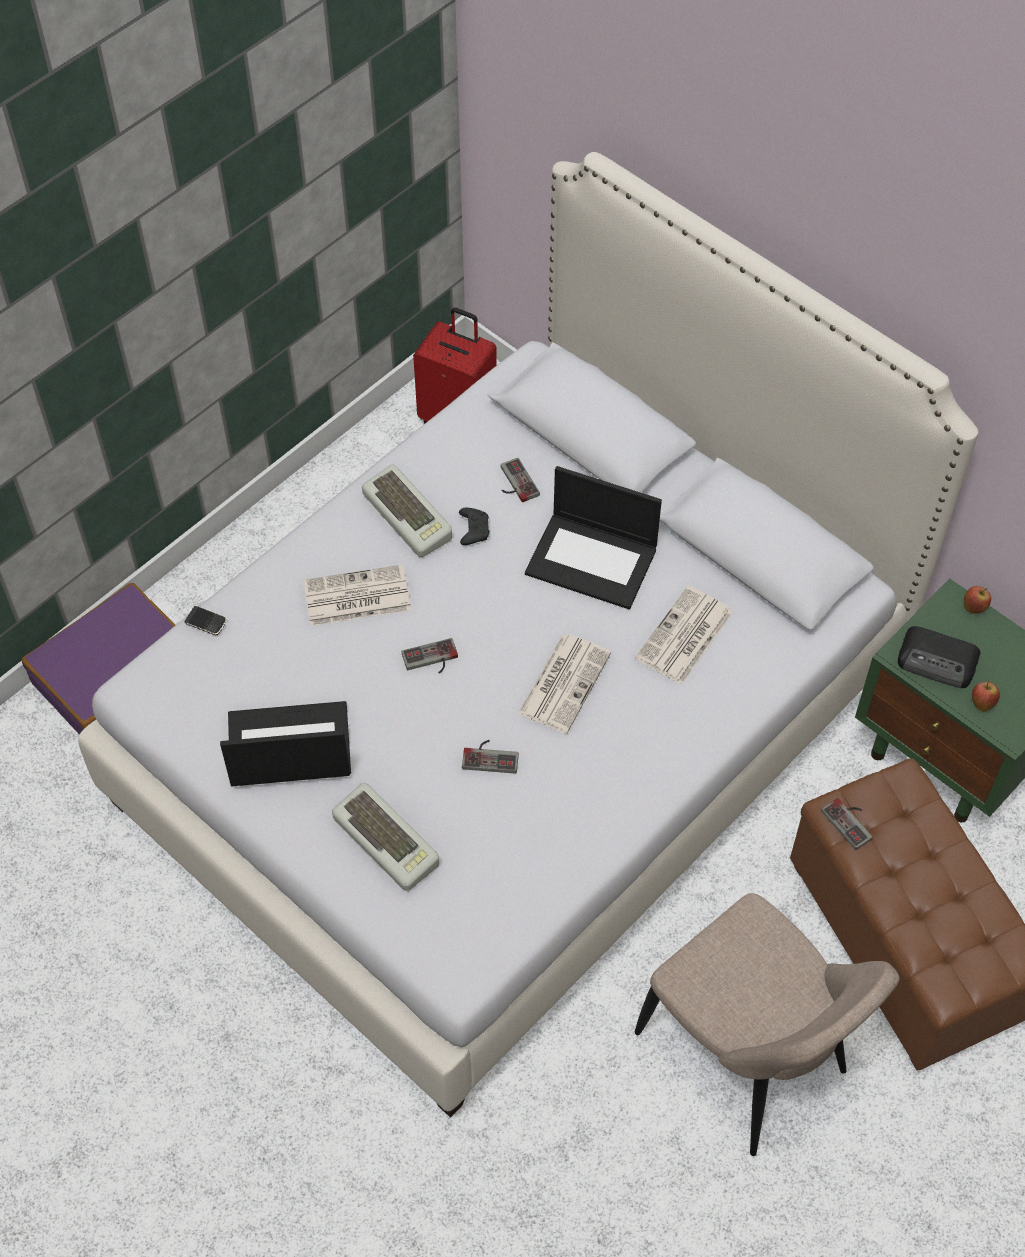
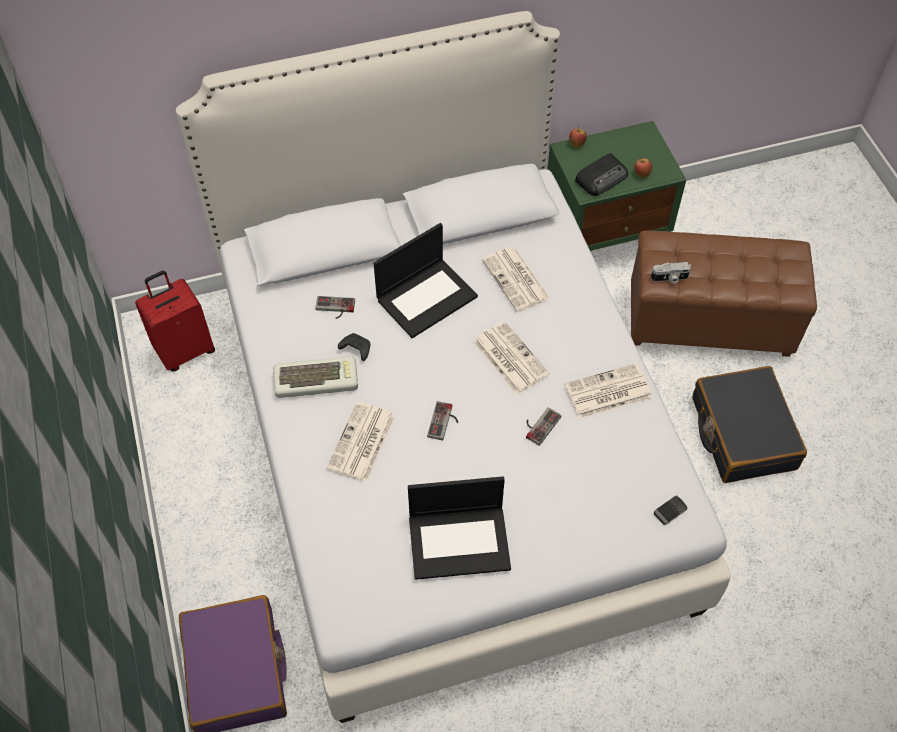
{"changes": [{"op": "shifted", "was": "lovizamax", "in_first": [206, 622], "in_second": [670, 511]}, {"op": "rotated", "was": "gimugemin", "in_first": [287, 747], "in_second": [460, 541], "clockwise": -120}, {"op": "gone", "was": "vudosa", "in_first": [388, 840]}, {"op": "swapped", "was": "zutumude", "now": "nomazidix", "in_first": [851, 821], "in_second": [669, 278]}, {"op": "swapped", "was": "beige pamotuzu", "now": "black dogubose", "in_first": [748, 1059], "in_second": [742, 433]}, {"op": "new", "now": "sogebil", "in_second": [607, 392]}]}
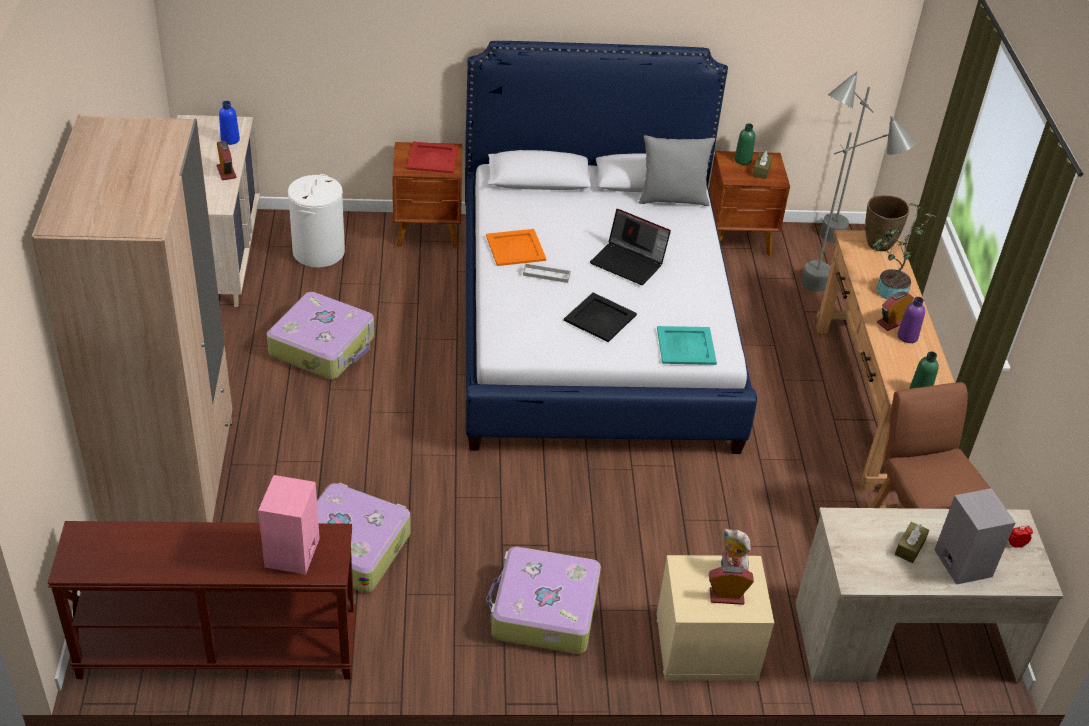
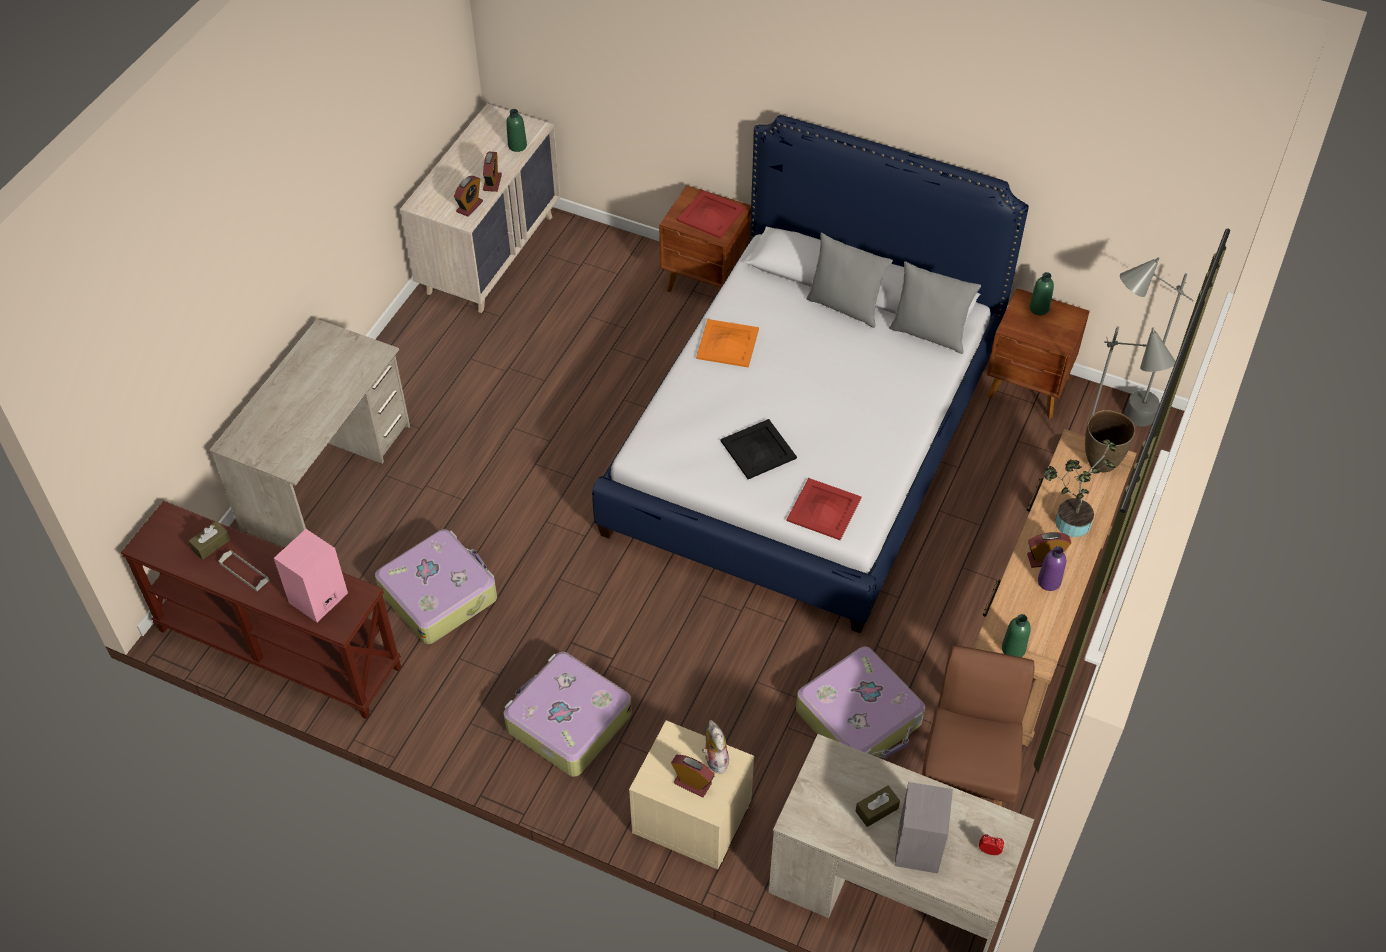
{"changes": [{"op": "repainted", "was": "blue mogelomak", "now": "green mogelomak", "in_first": [230, 140], "in_second": [517, 146]}, {"op": "swapped", "was": "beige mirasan", "now": "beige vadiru", "in_first": [172, 483], "in_second": [327, 477]}, {"op": "shifted", "was": "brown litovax", "in_first": [761, 170], "in_second": [211, 544]}, {"op": "gone", "was": "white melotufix", "in_first": [318, 252]}, {"op": "gone", "was": "gimugemin", "in_first": [629, 263]}, {"op": "shifted", "was": "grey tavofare", "in_first": [546, 274], "in_second": [244, 572]}, {"op": "shifted", "was": "dogubose", "in_first": [323, 346], "in_second": [860, 717]}, {"op": "repainted", "was": "turquoise tavofare", "now": "red tavofare", "in_first": [685, 345], "in_second": [823, 509]}, {"op": "new", "now": "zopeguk", "in_second": [469, 206]}, {"op": "new", "now": "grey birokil", "in_second": [845, 306]}]}
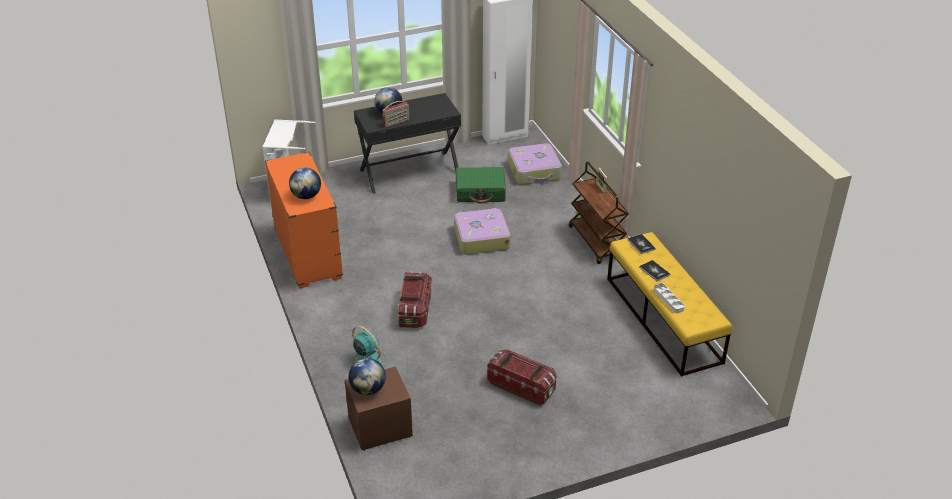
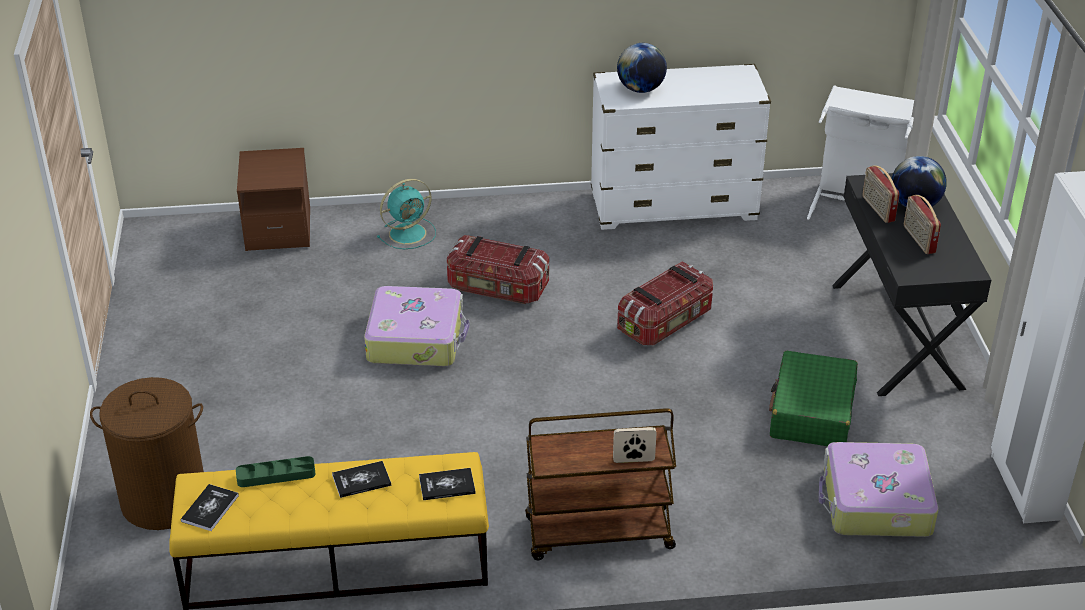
{"changes": [{"op": "repainted", "was": "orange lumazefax", "now": "white lumazefax", "in_first": [308, 254], "in_second": [674, 206]}, {"op": "shifted", "was": "dogubose", "in_first": [481, 238], "in_second": [416, 338]}, {"op": "repainted", "was": "white tavofare", "now": "green tavofare", "in_first": [668, 300], "in_second": [276, 475]}, {"op": "shifted", "was": "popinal", "in_first": [521, 386], "in_second": [666, 322]}, {"op": "gone", "was": "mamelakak", "in_first": [368, 389]}, {"op": "new", "now": "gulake", "in_second": [918, 239]}, {"op": "new", "now": "brown melotufix", "in_second": [164, 500]}, {"op": "new", "now": "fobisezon", "in_second": [210, 508]}]}
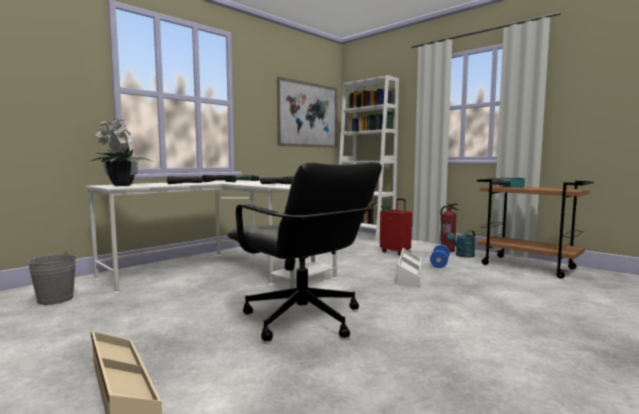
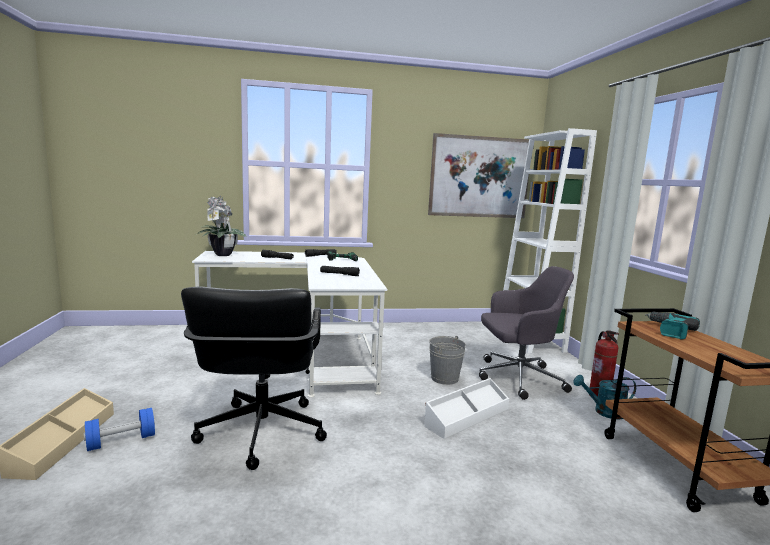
{"changes": [{"op": "swapped", "was": "red dogubose", "now": "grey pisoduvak", "in_first": [396, 252], "in_second": [517, 378]}, {"op": "shifted", "was": "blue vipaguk", "in_first": [439, 264], "in_second": [121, 441]}, {"op": "shifted", "was": "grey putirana", "in_first": [55, 299], "in_second": [444, 378]}]}
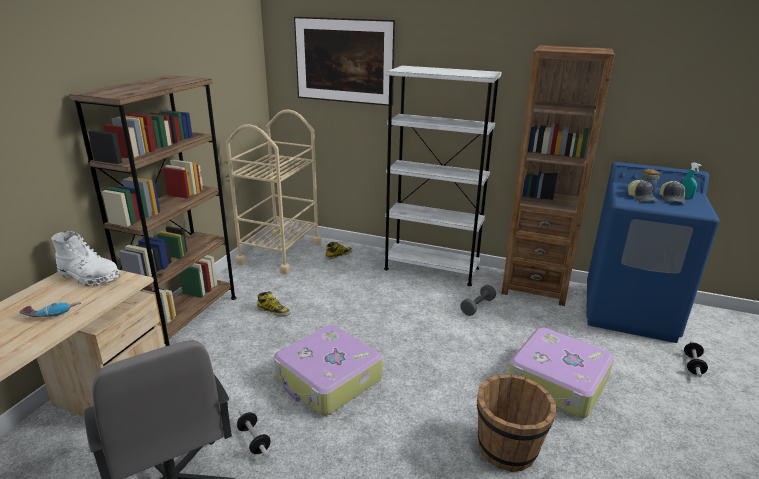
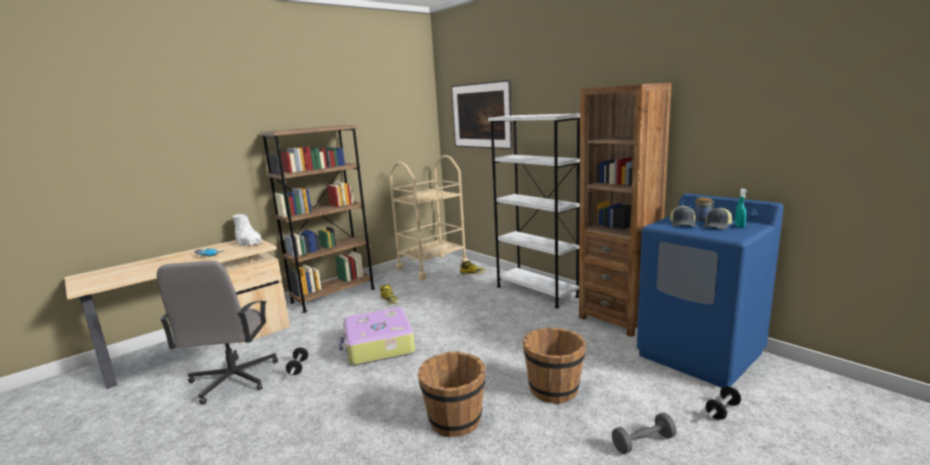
{"changes": [{"op": "shifted", "was": "grey vipaguk", "in_first": [477, 306], "in_second": [643, 442]}, {"op": "swapped", "was": "dogubose", "now": "brown putirana", "in_first": [558, 382], "in_second": [554, 389]}]}
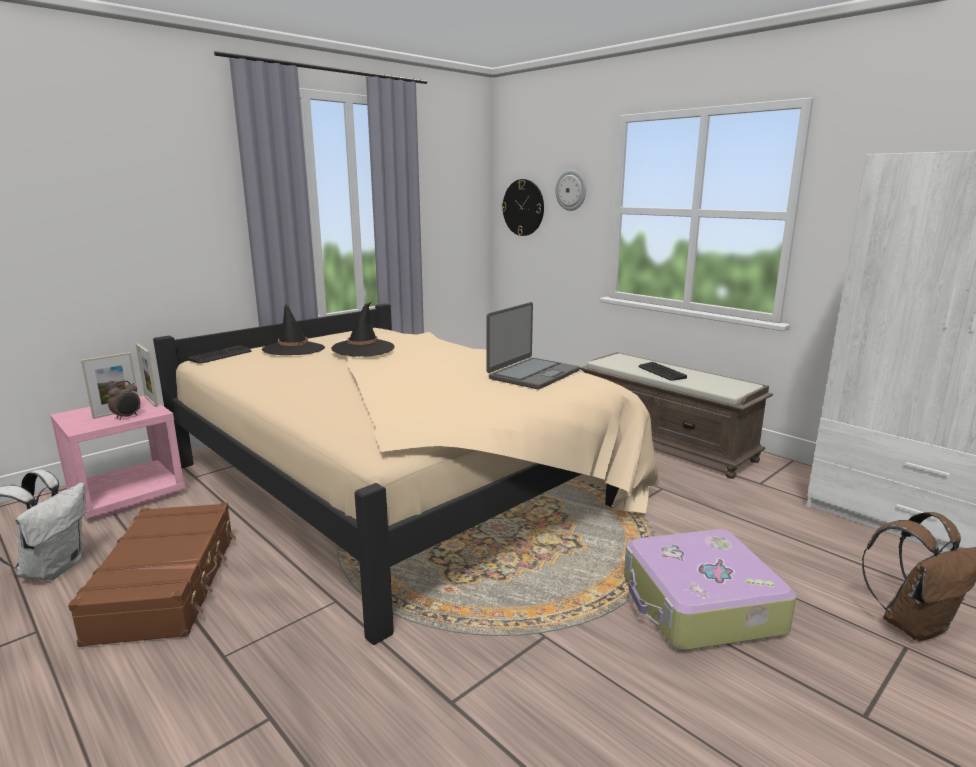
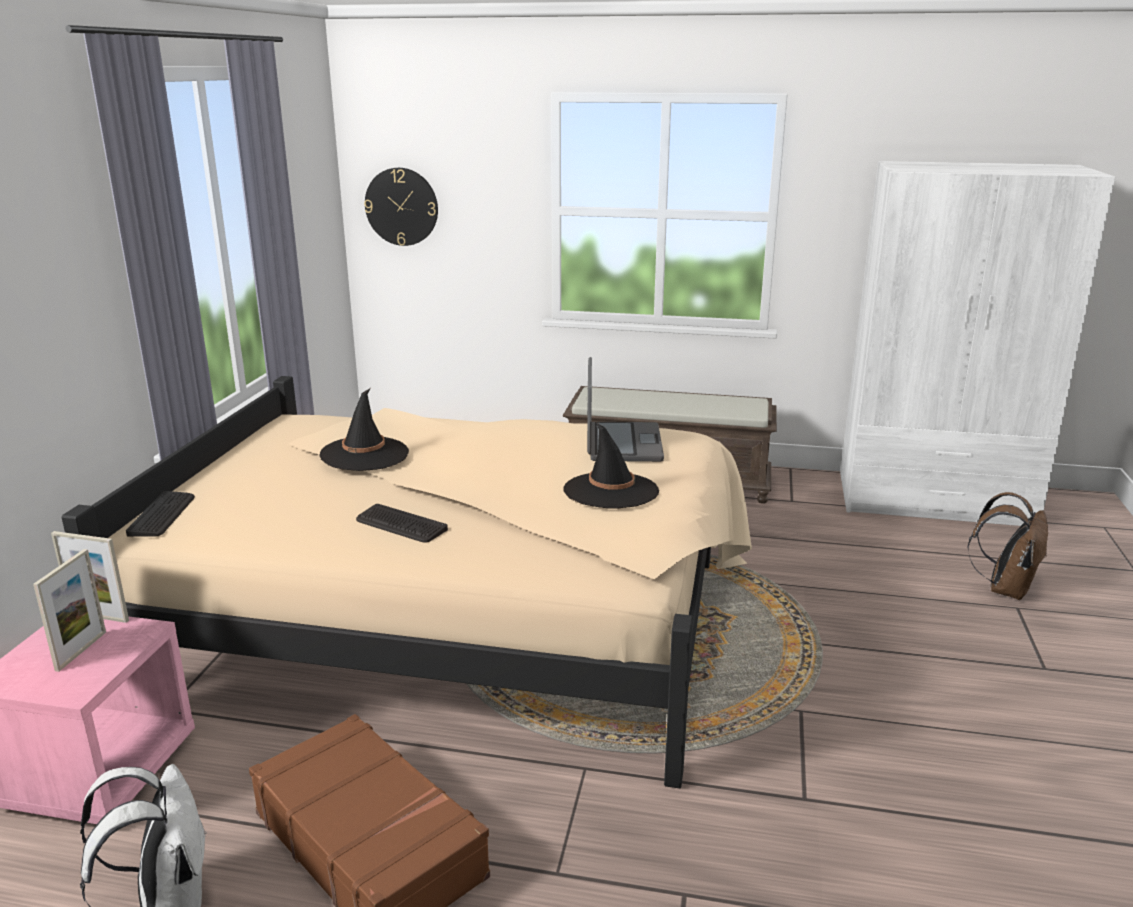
{"changes": [{"op": "gone", "was": "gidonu", "in_first": [571, 190]}, {"op": "shifted", "was": "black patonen", "in_first": [293, 349], "in_second": [611, 491]}, {"op": "shifted", "was": "vudosa", "in_first": [661, 372], "in_second": [400, 525]}, {"op": "gone", "was": "zopeguk", "in_first": [127, 417]}, {"op": "gone", "was": "dogubose", "in_first": [700, 605]}]}
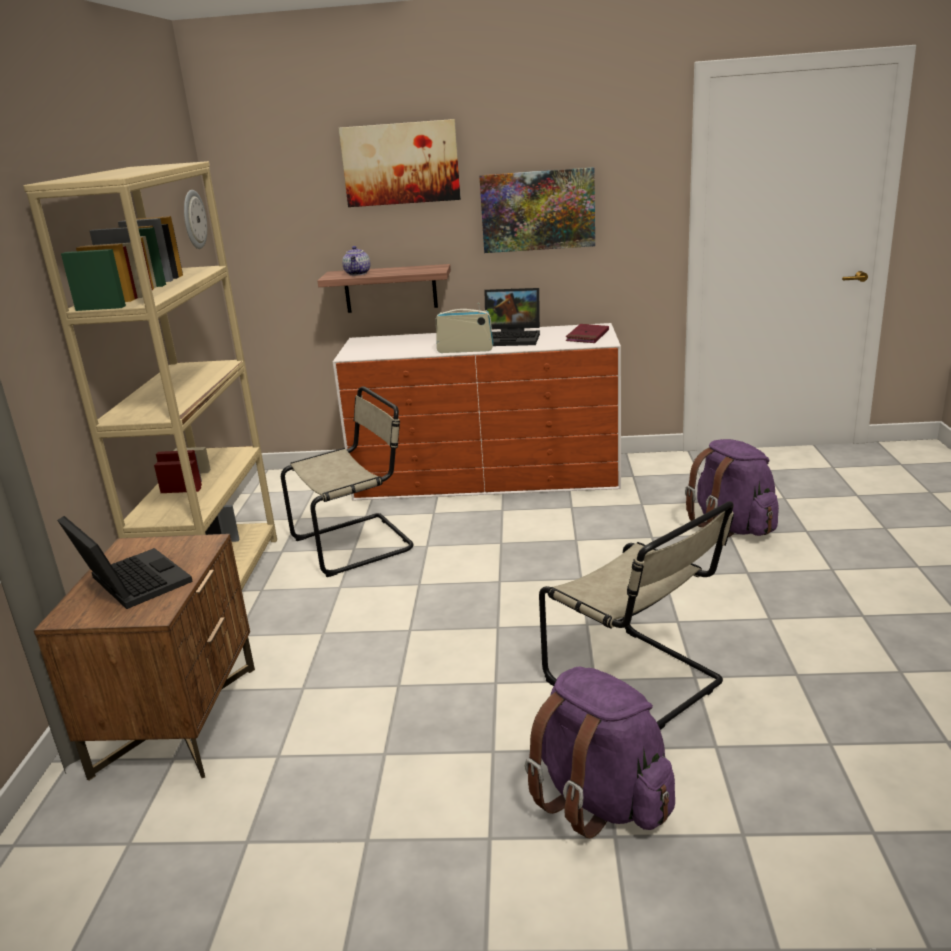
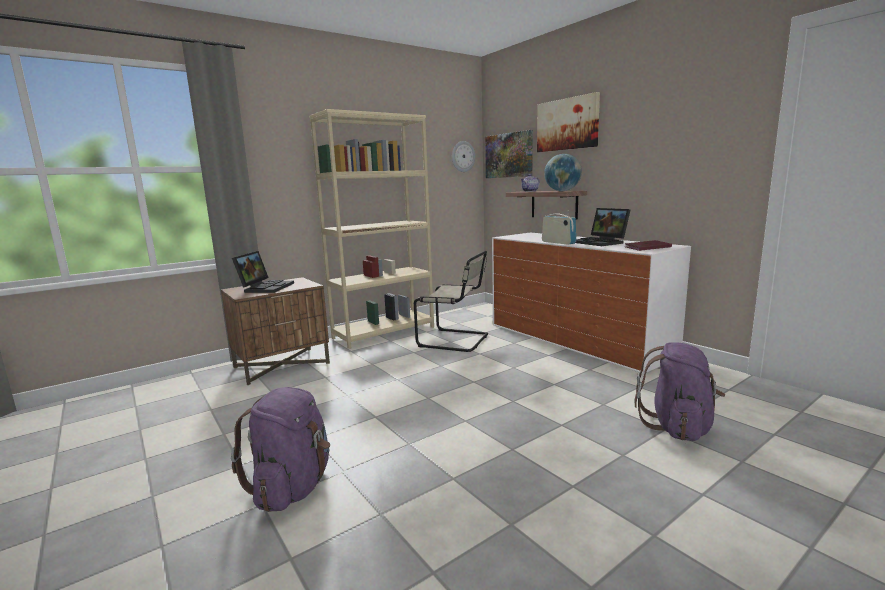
{"changes": [{"op": "shifted", "was": "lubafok", "in_first": [537, 210], "in_second": [509, 155]}, {"op": "gone", "was": "beige pamotuzu", "in_first": [638, 683]}, {"op": "new", "now": "mamelakak", "in_second": [562, 191]}]}
